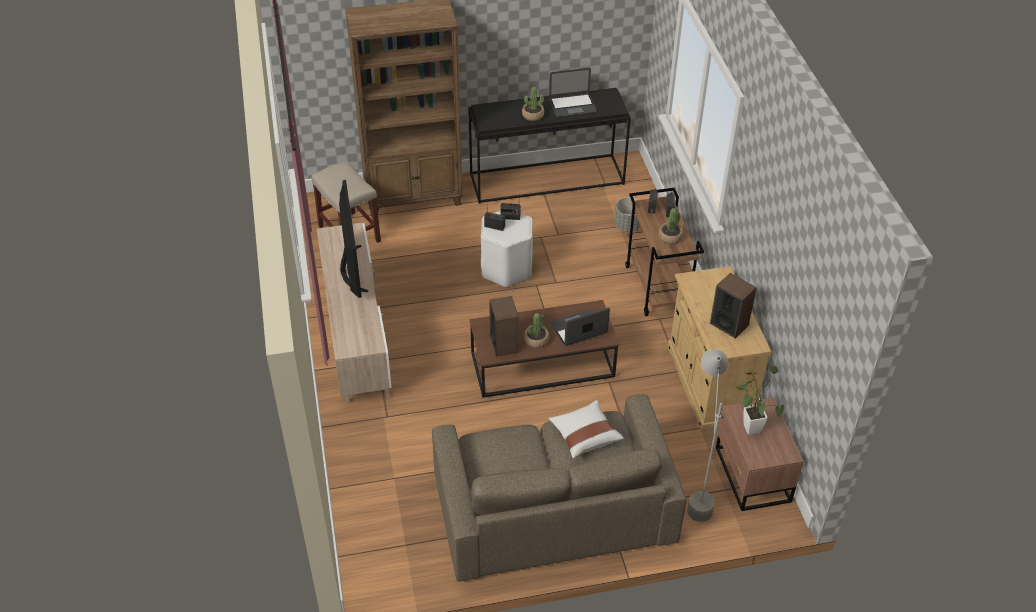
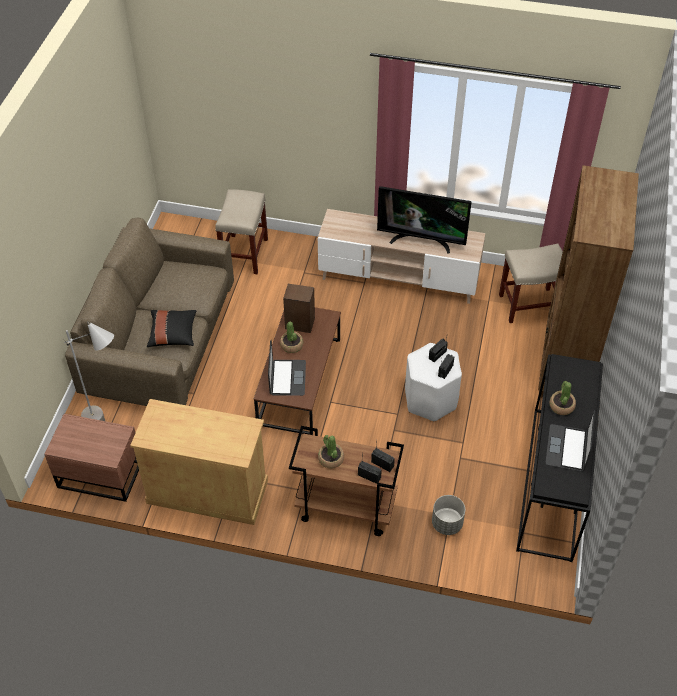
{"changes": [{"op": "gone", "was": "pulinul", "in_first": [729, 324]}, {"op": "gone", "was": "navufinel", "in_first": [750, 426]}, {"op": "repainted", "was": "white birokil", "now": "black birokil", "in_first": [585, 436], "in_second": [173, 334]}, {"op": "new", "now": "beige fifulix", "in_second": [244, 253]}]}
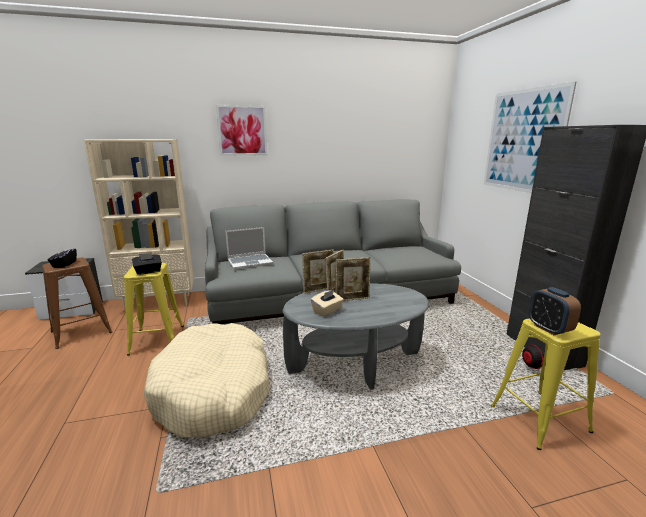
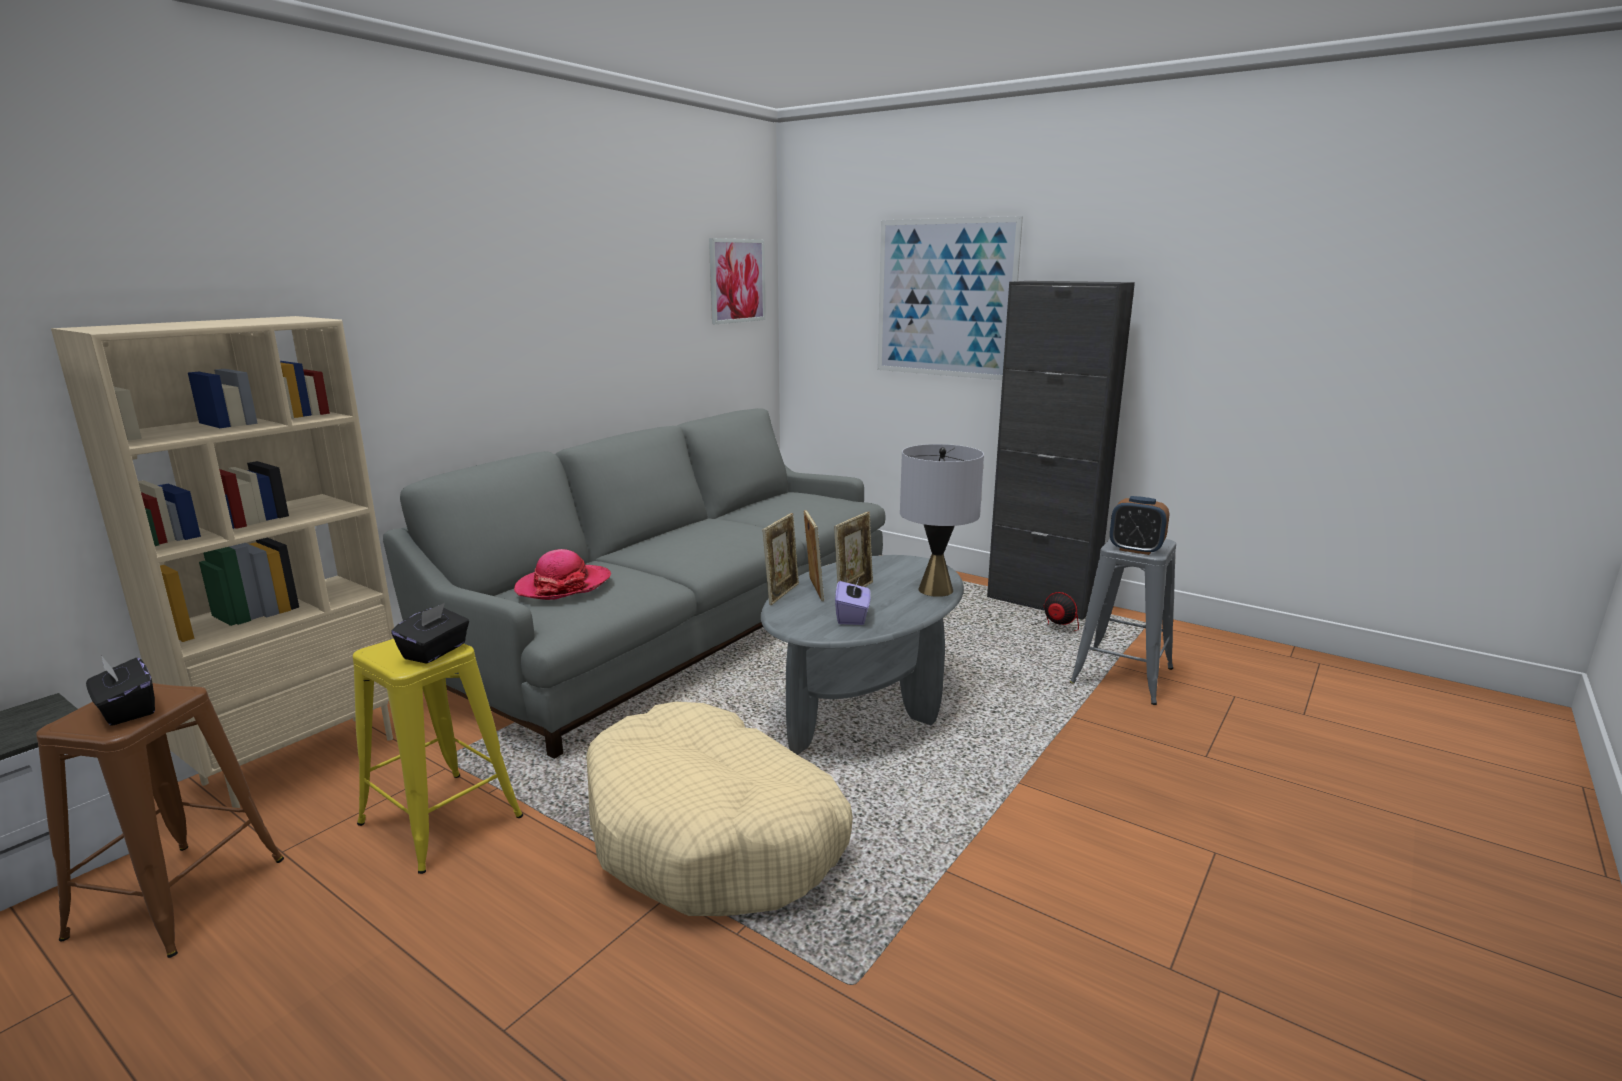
{"changes": [{"op": "shifted", "was": "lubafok", "in_first": [242, 131], "in_second": [737, 281]}, {"op": "swapped", "was": "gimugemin", "now": "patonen", "in_first": [250, 262], "in_second": [563, 585]}, {"op": "repainted", "was": "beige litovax", "now": "purple litovax", "in_first": [327, 311], "in_second": [852, 616]}, {"op": "repainted", "was": "yellow fifulix", "now": "grey fifulix", "in_first": [539, 419], "in_second": [1122, 676]}, {"op": "new", "now": "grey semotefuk", "in_second": [936, 590]}]}
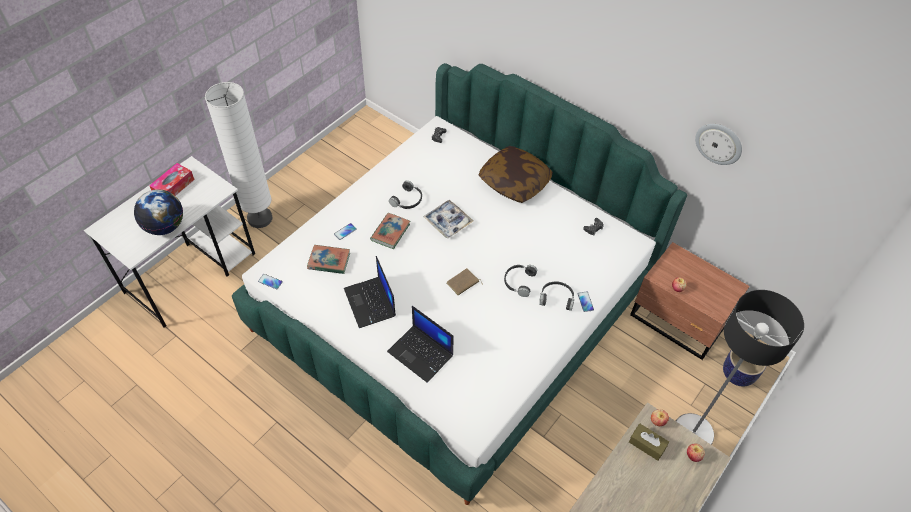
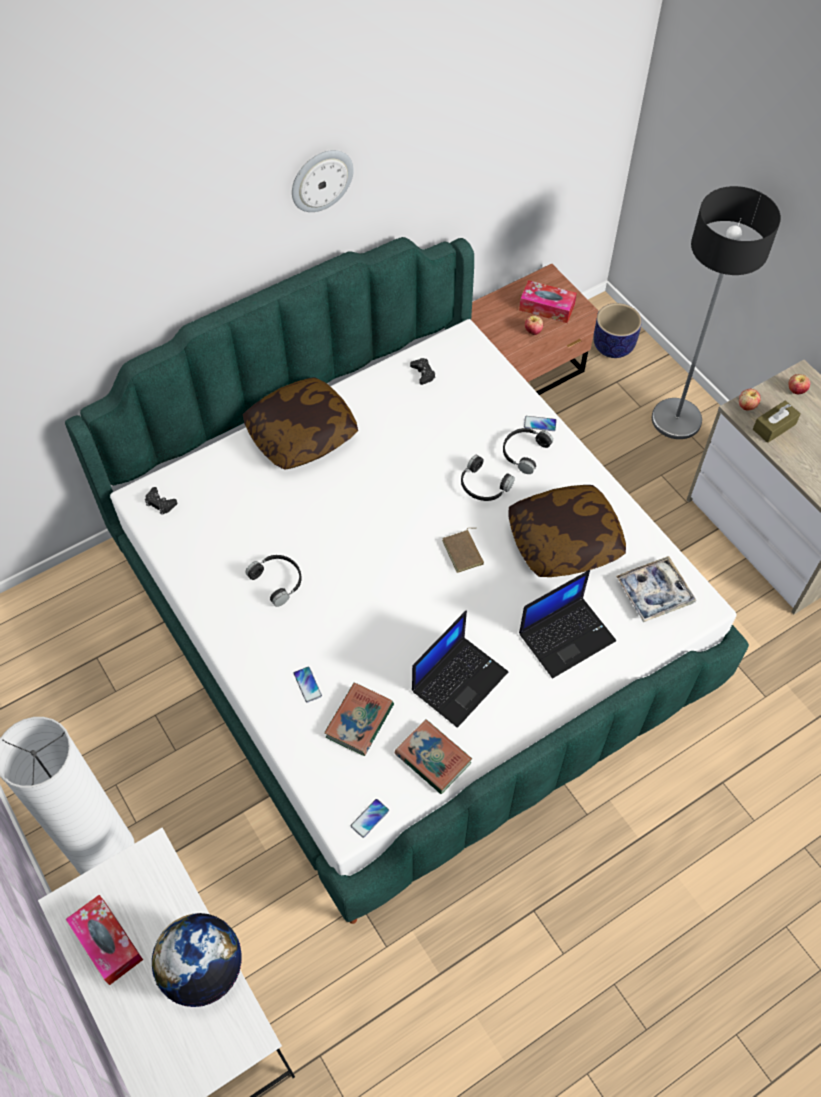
{"changes": [{"op": "shifted", "was": "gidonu", "in_first": [719, 143], "in_second": [321, 180]}, {"op": "shifted", "was": "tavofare", "in_first": [448, 222], "in_second": [654, 593]}, {"op": "shifted", "was": "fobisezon", "in_first": [390, 232], "in_second": [433, 758]}, {"op": "rotated", "was": "gimugemin", "in_first": [370, 303], "in_second": [459, 680], "clockwise": -45}, {"op": "new", "now": "litovax", "in_second": [546, 307]}, {"op": "new", "now": "birokil", "in_second": [564, 541]}]}
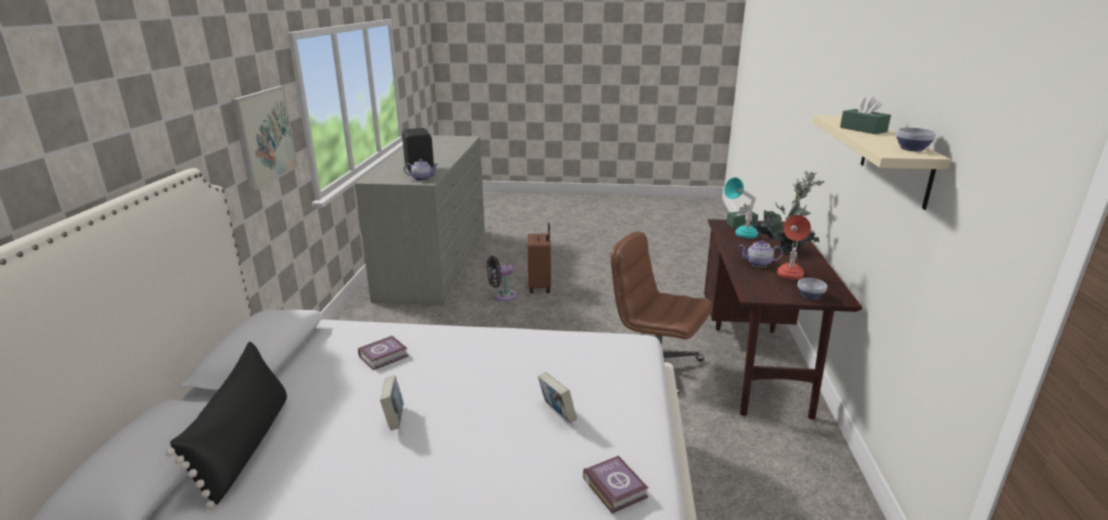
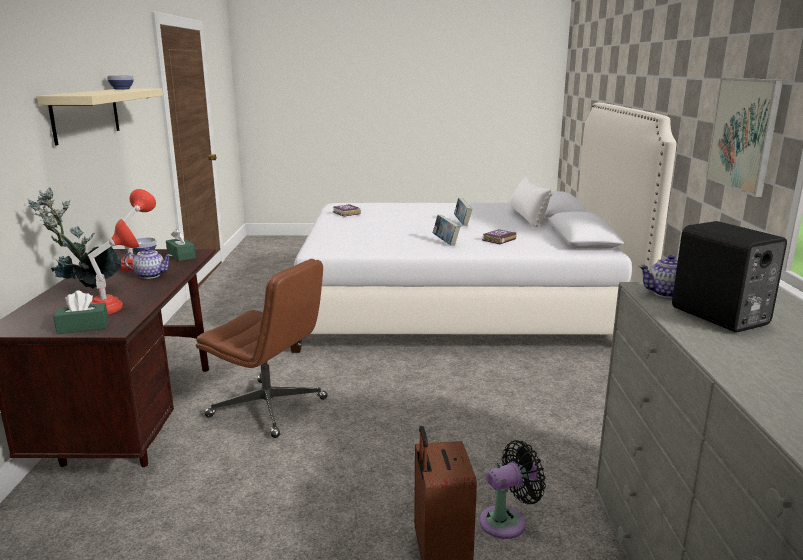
{"changes": [{"op": "shifted", "was": "green litovax", "in_first": [863, 129], "in_second": [181, 256]}, {"op": "repainted", "was": "turquoise semotefuk", "now": "red semotefuk", "in_first": [740, 235], "in_second": [116, 308]}, {"op": "repainted", "was": "black birokil", "now": "white birokil", "in_first": [245, 445], "in_second": [527, 217]}, {"op": "shifted", "was": "fobisezon", "in_first": [556, 414], "in_second": [445, 242]}]}
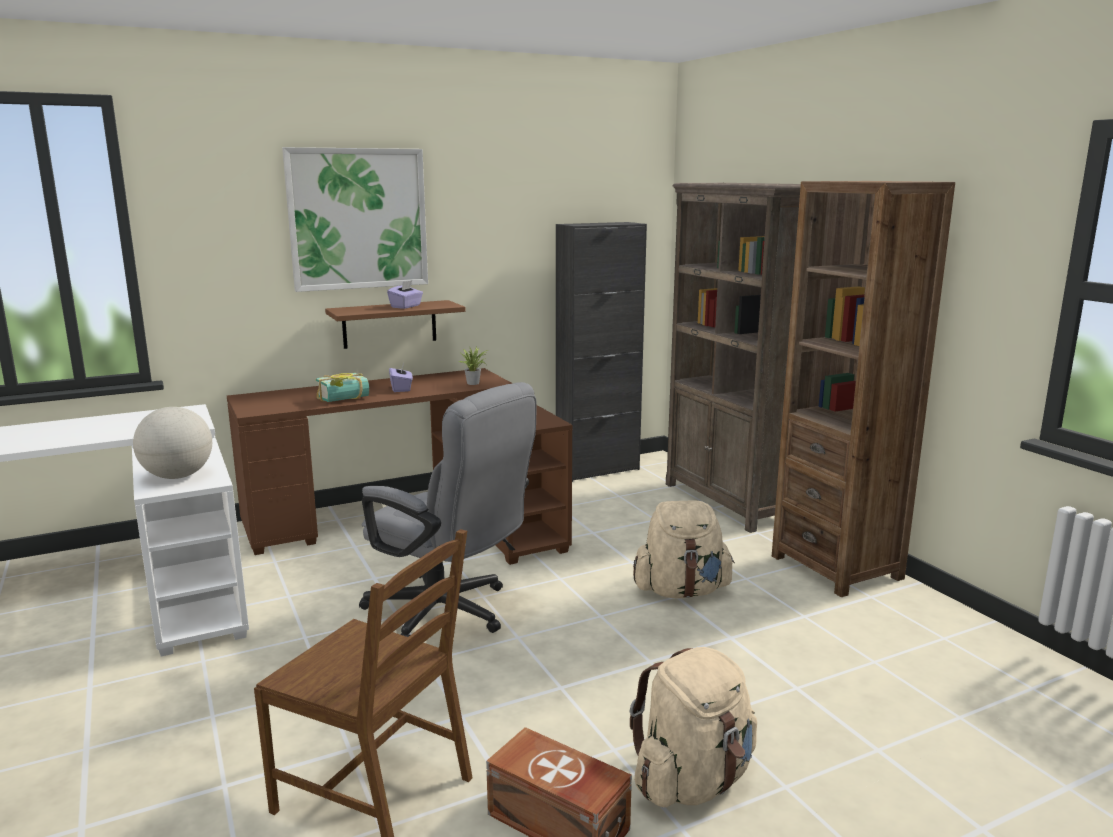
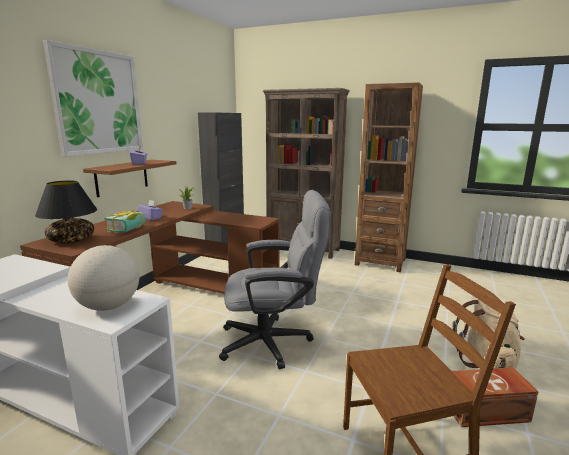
{"changes": [{"op": "gone", "was": "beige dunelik", "in_first": [681, 591]}, {"op": "new", "now": "black semotefuk", "in_second": [71, 240]}]}
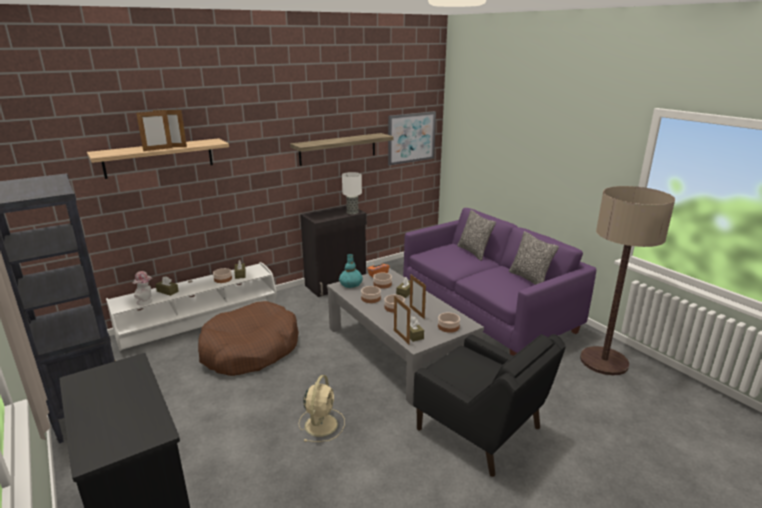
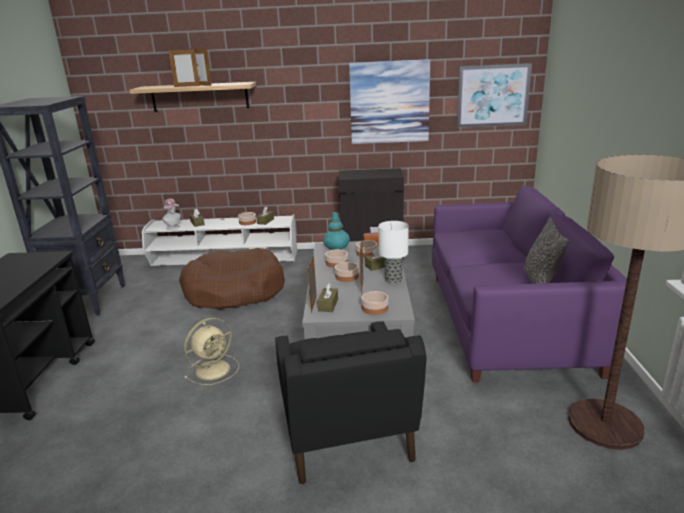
{"changes": [{"op": "swapped", "was": "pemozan", "now": "lubafok", "in_first": [338, 149], "in_second": [389, 102]}, {"op": "shifted", "was": "semotefuk", "in_first": [352, 212], "in_second": [393, 280]}, {"op": "gone", "was": "birokil", "in_first": [474, 252]}]}
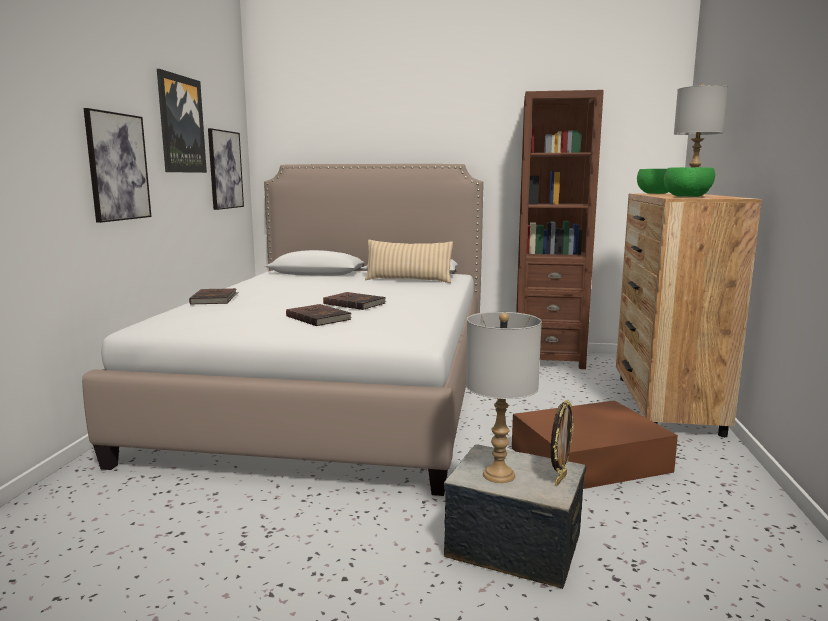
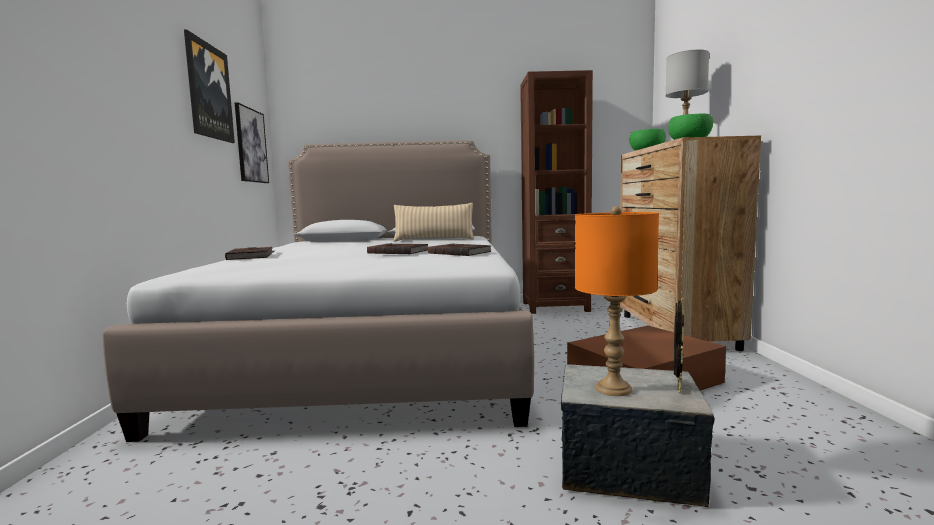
{"changes": [{"op": "gone", "was": "lubafok", "in_first": [117, 167]}, {"op": "shifted", "was": "brown fobisezon", "in_first": [319, 317], "in_second": [459, 252]}, {"op": "repainted", "was": "grey semotefuk", "now": "orange semotefuk", "in_first": [499, 474], "in_second": [613, 388]}]}
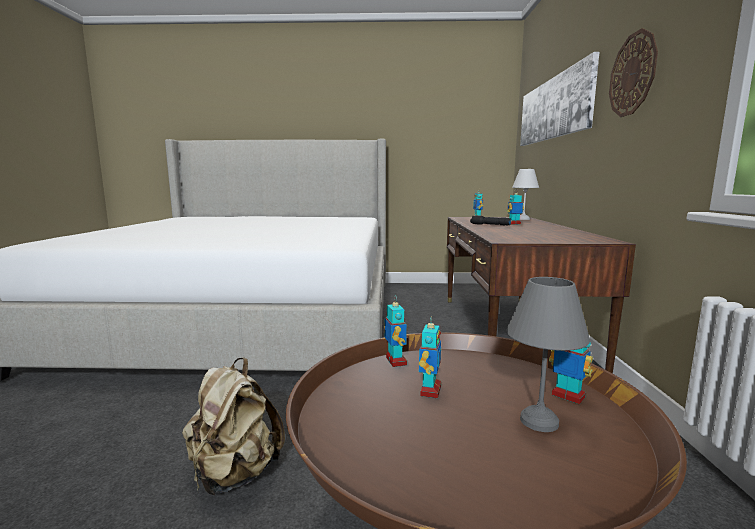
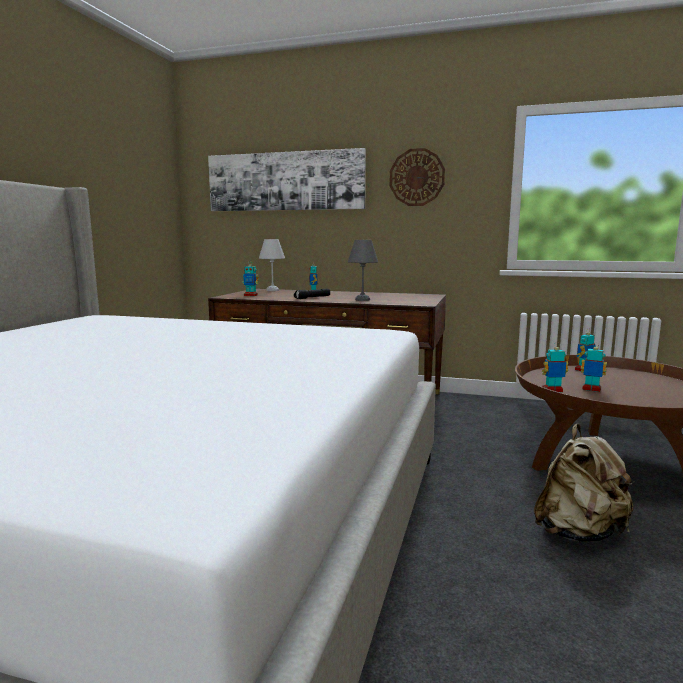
{"changes": [{"op": "shifted", "was": "grey semotefuk", "in_first": [539, 420], "in_second": [362, 299]}]}
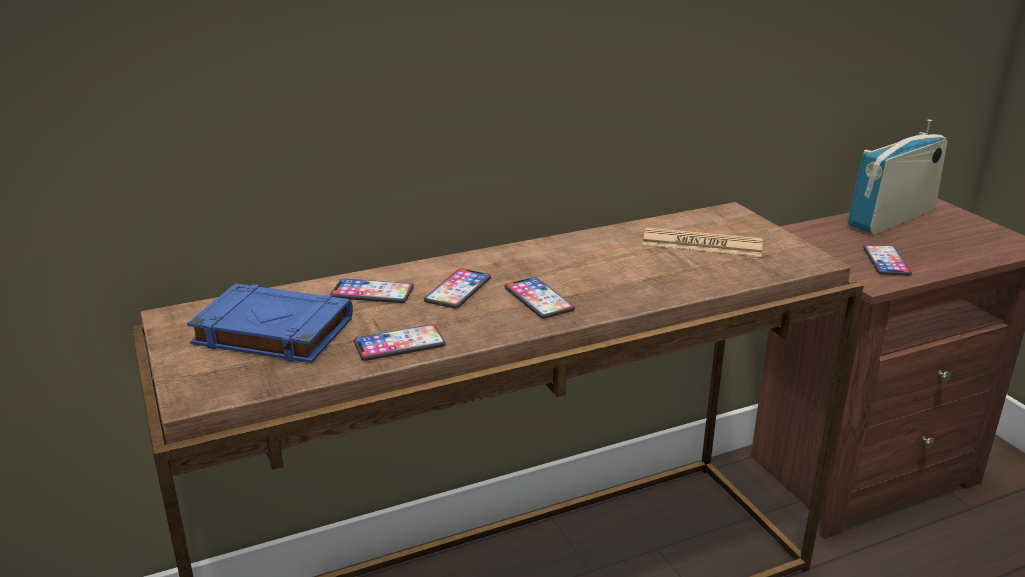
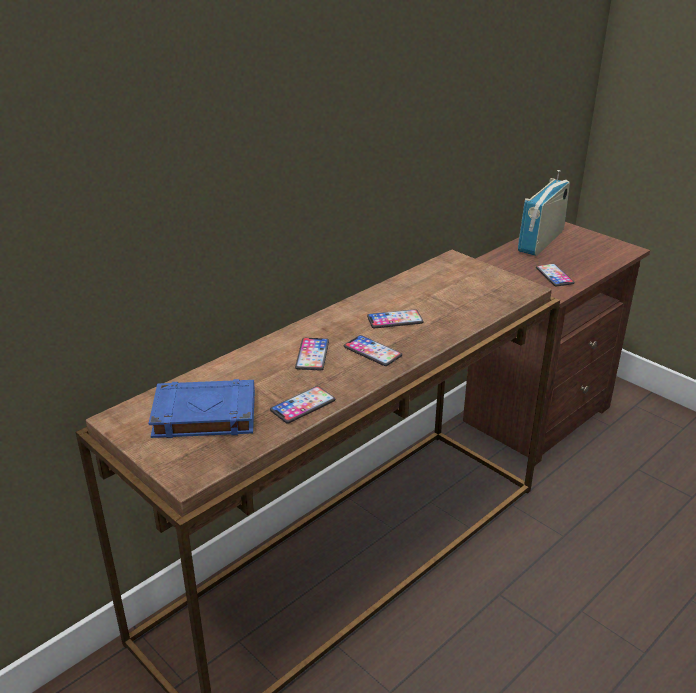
{"changes": [{"op": "gone", "was": "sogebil", "in_first": [702, 244]}, {"op": "shifted", "was": "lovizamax", "in_first": [372, 292], "in_second": [395, 320]}]}
